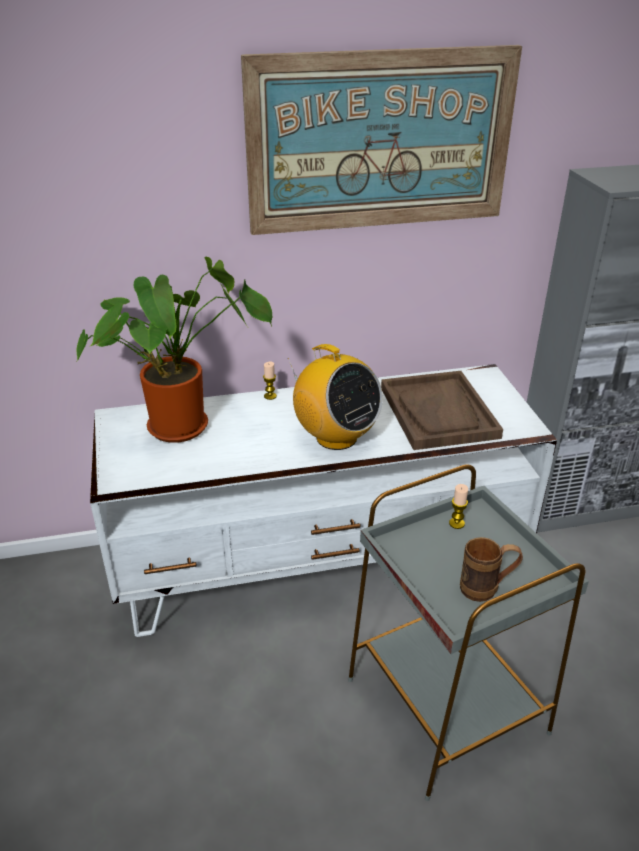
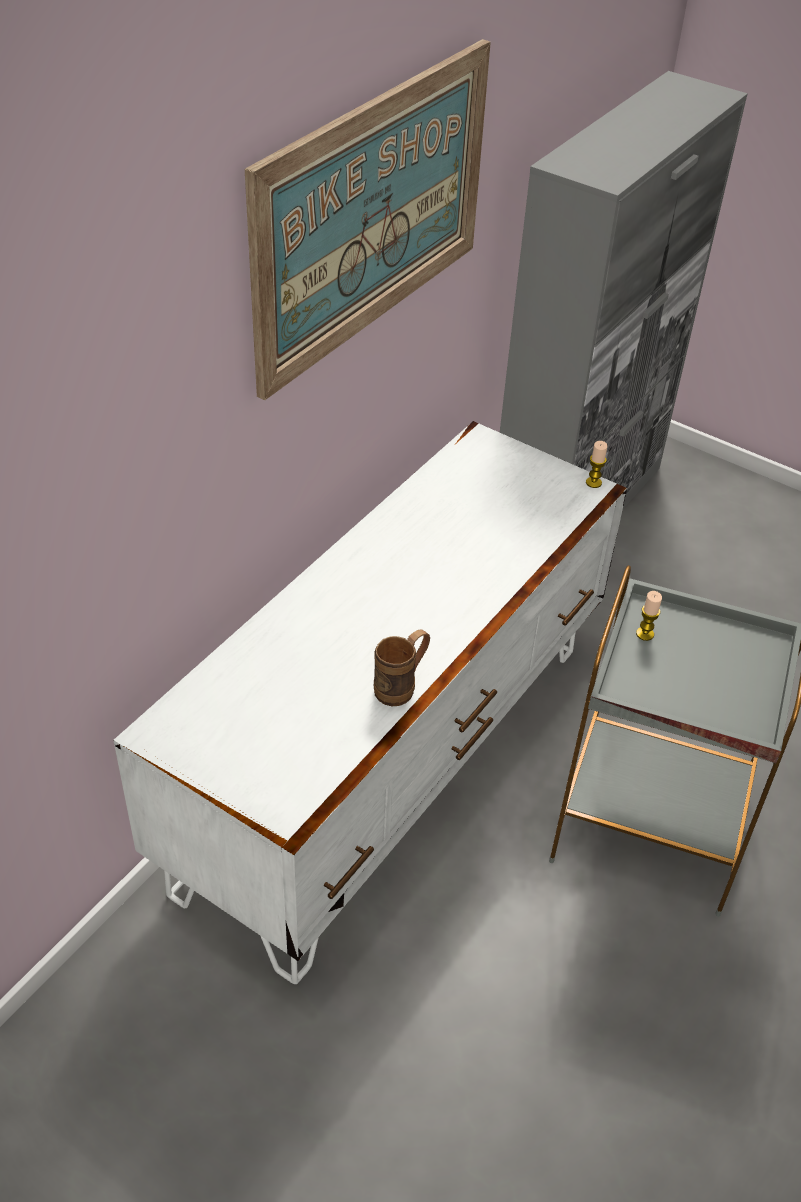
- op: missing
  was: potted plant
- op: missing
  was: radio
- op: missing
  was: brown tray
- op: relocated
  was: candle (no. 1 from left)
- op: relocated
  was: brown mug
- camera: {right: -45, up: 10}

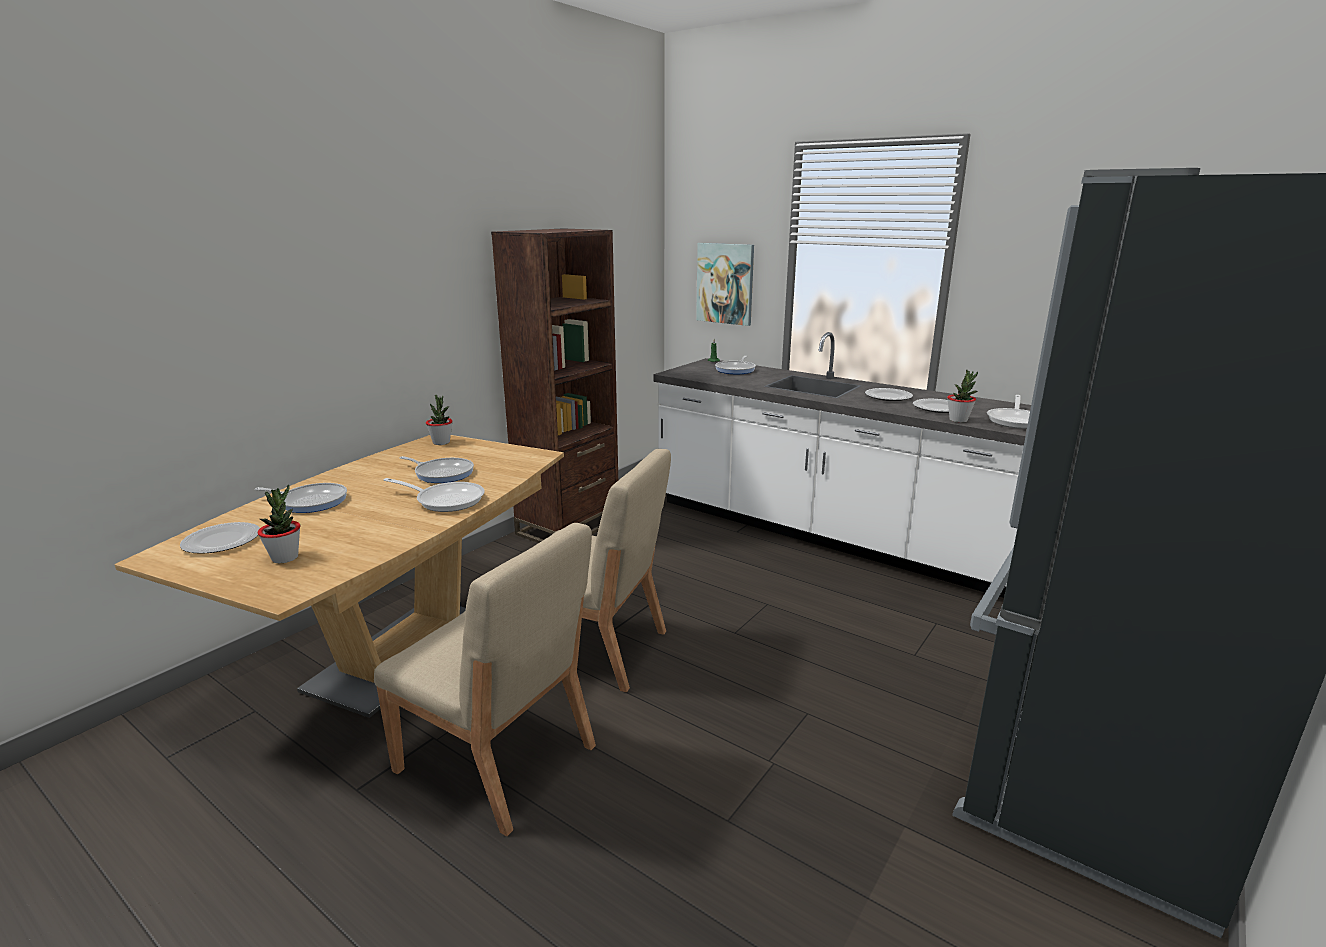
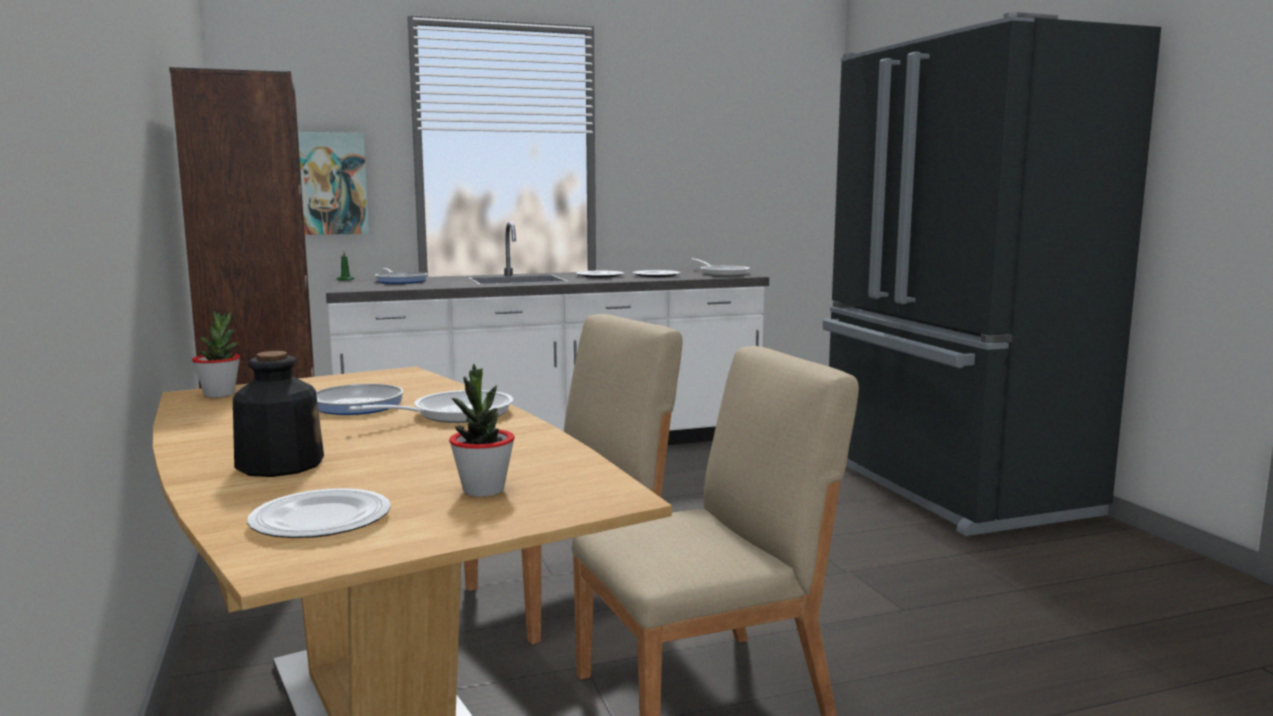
- op: missing
  was: potted plant (no. 3 from left)
- op: exchanged
  was: frying pan (no. 1 from left)
  now: bottle
- camera: {right: -55, up: -10}

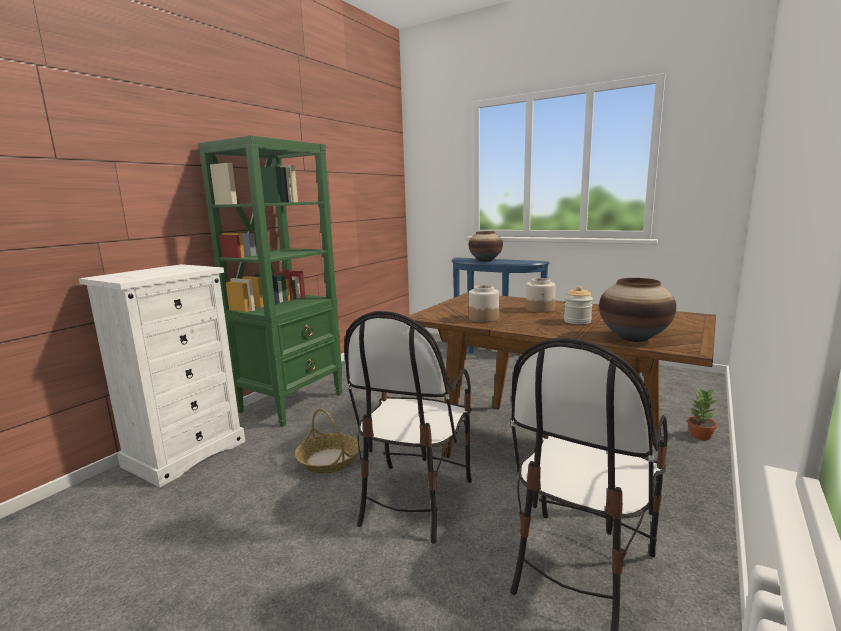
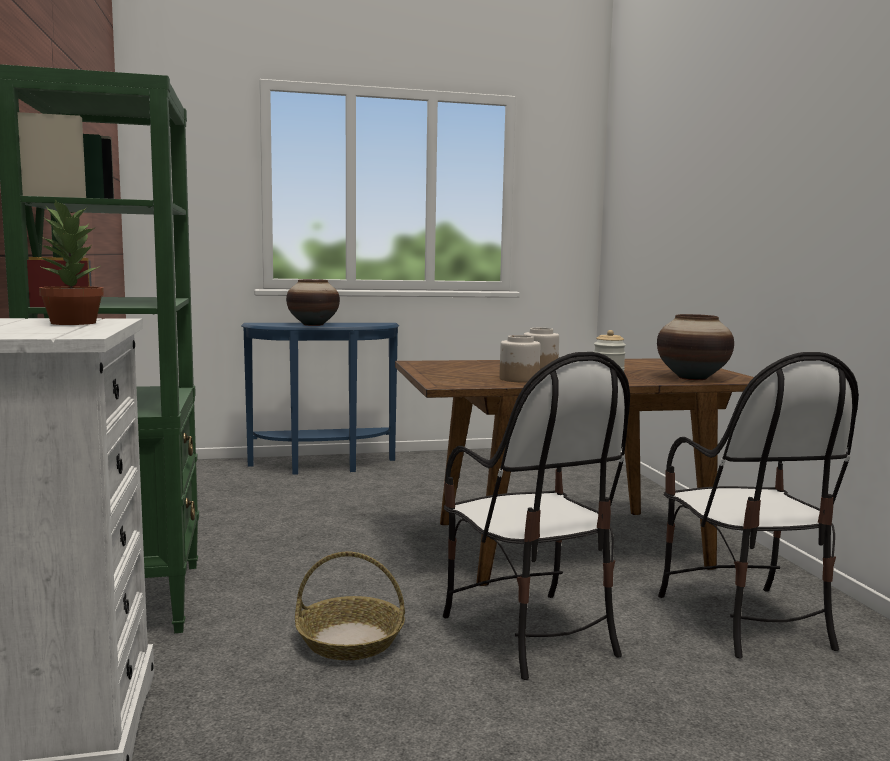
- op: relocated
  was: potted plant
- camera: {right: -45, up: -5}

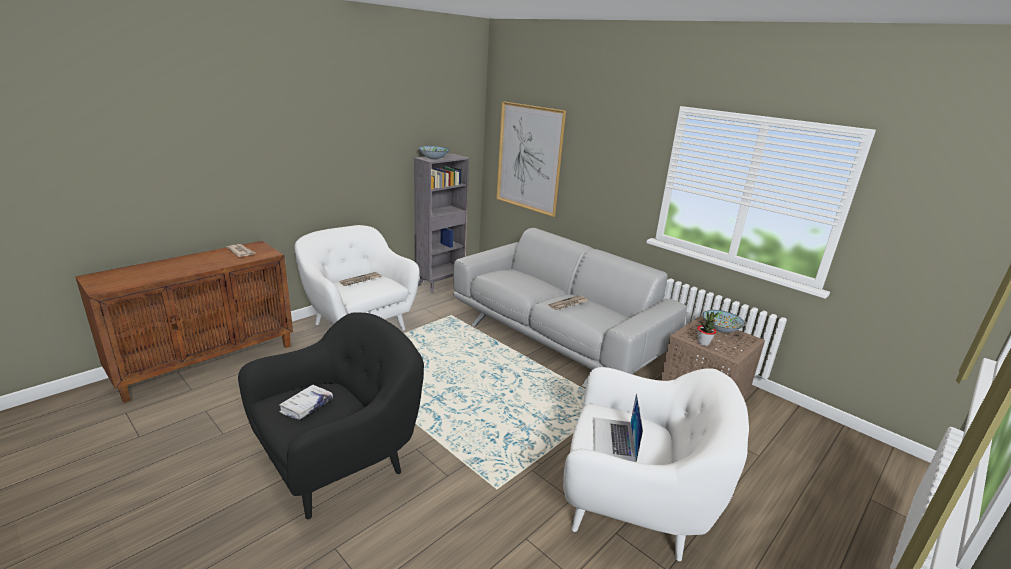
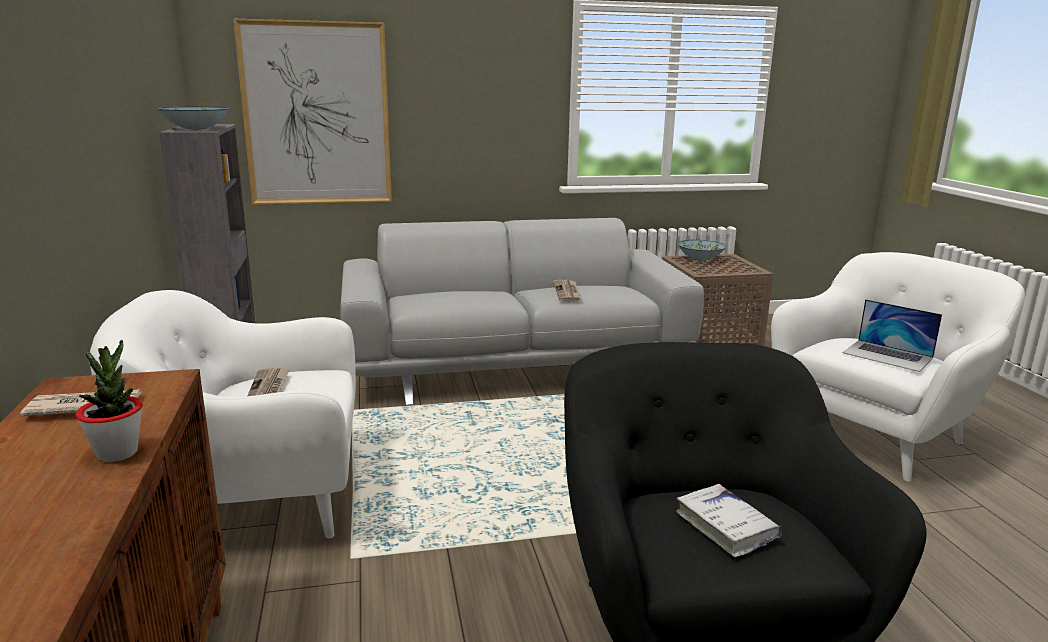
- op: relocated
  was: potted plant
- camera: {right: -55, up: -5}

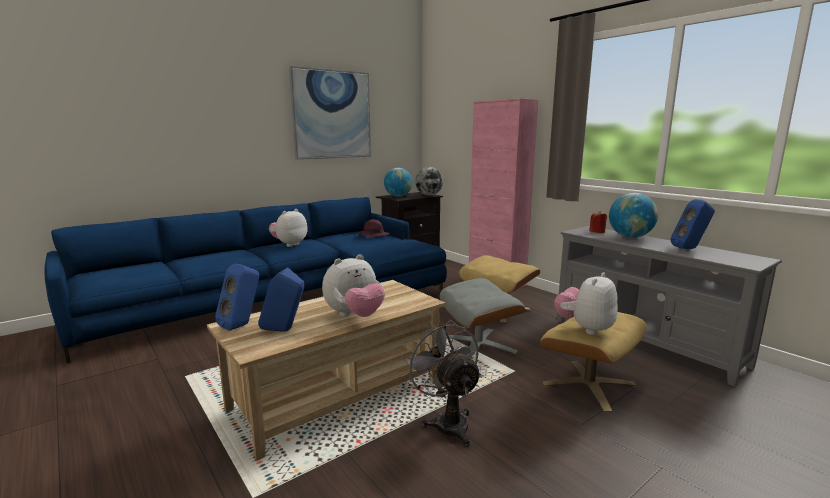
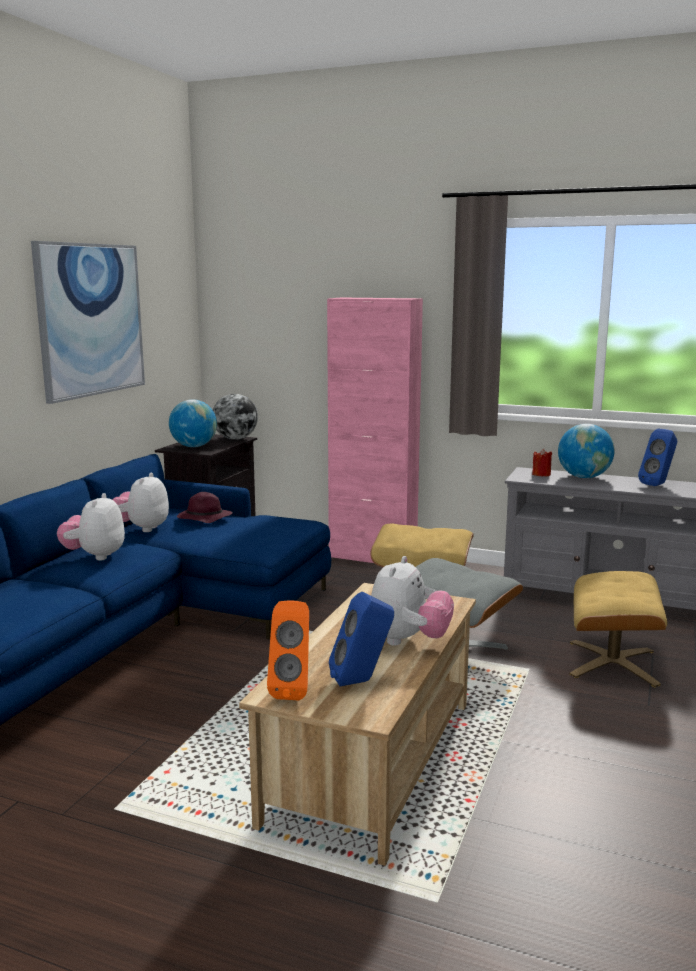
- op: missing
  was: grey fan
- op: relocated
  was: plush toy (no. 3 from left in the first image)
  now: plush toy (no. 2 from left)
- op: colour
  was: blue speaker (no. 1 from left)
  now: orange speaker
- camera: {right: -30, up: 0}

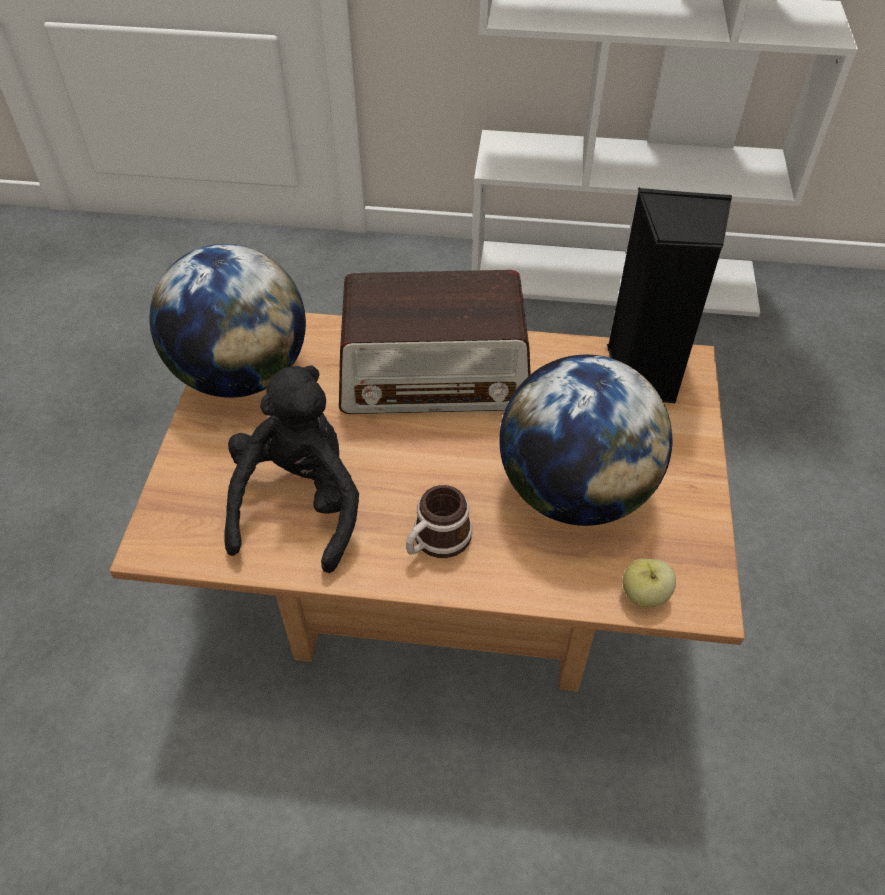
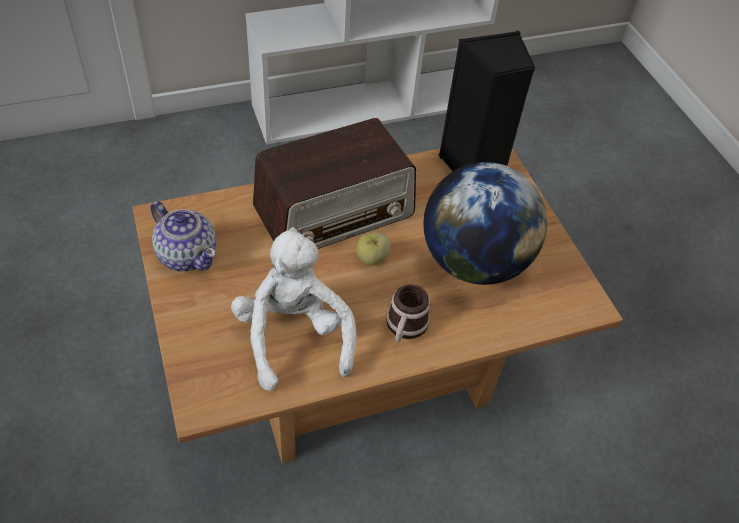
- op: relocated
  was: apple
- op: exchanged
  was: globe (no. 1 from left)
  now: teapot
- op: colour
  was: black plush toy
  now: white plush toy
- camera: {right: -30, up: 0}

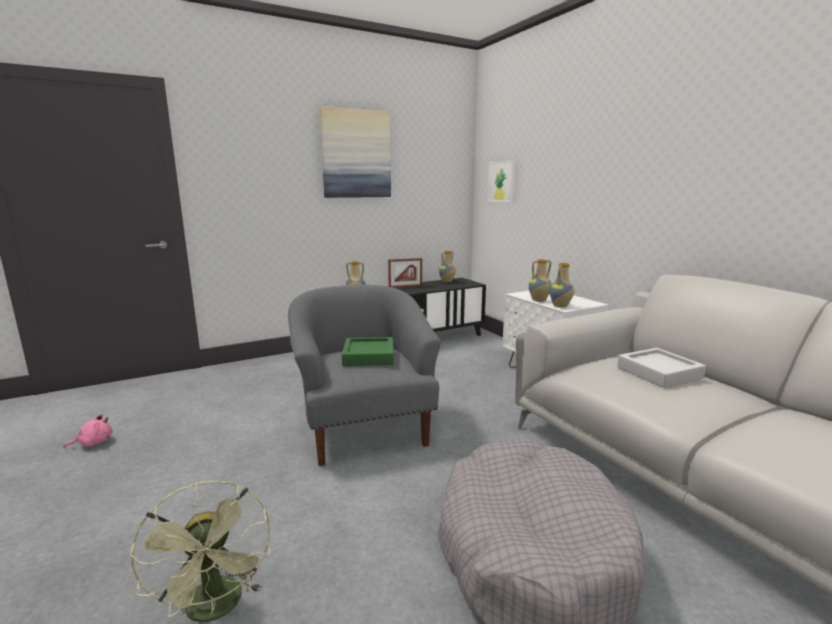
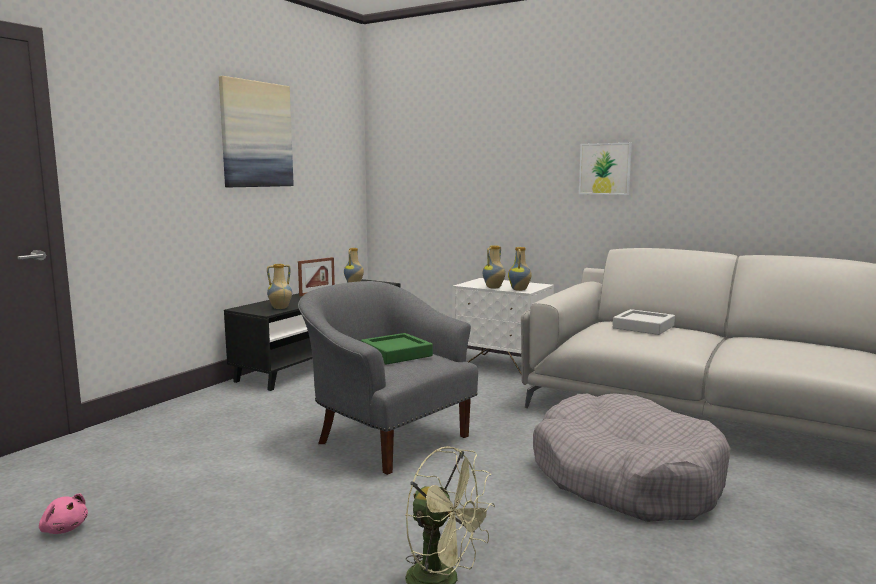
- op: relocated
  was: picture (no. 2 from left)
- op: spun
  was: pink plush toy
  clockwise: 90
- camera: {right: -30, up: -5}

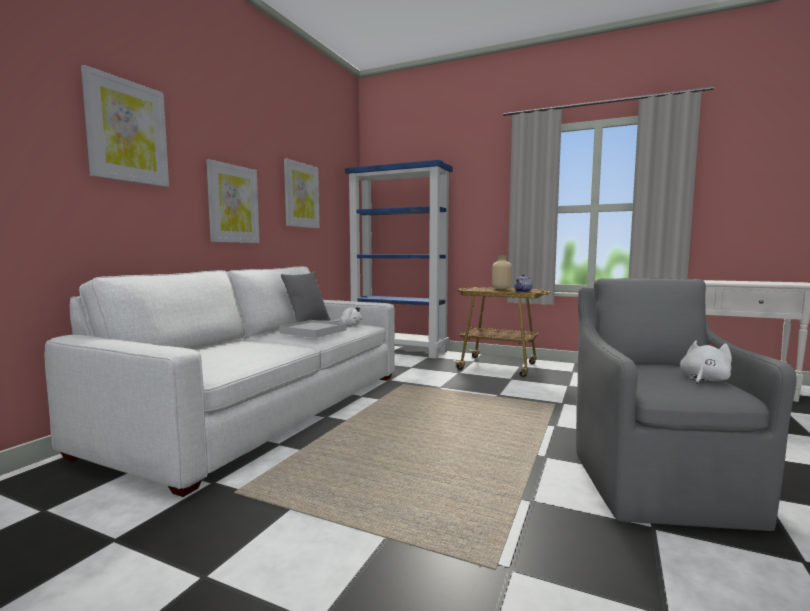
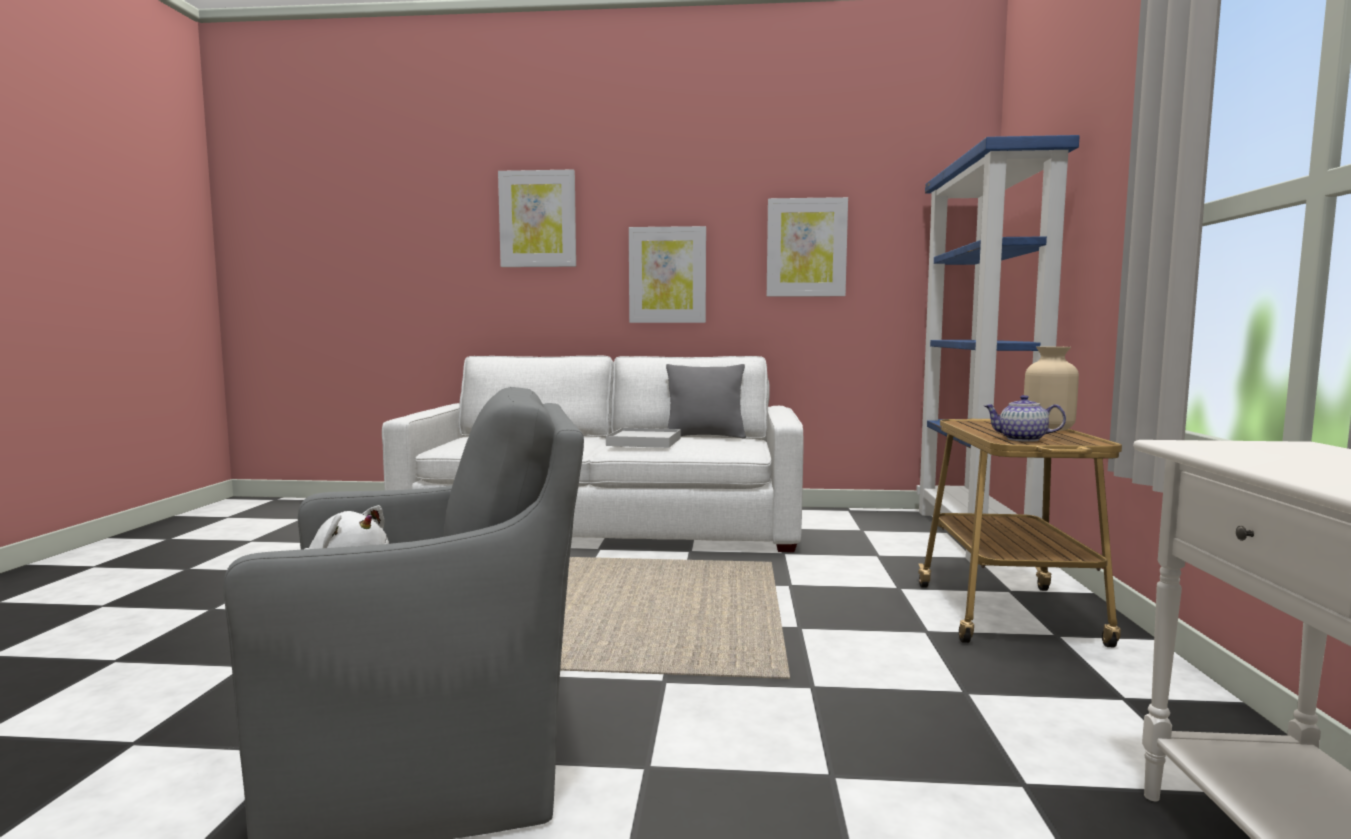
- op: missing
  was: white plush toy (no. 1 from left)
- camera: {right: 70, up: 0}

